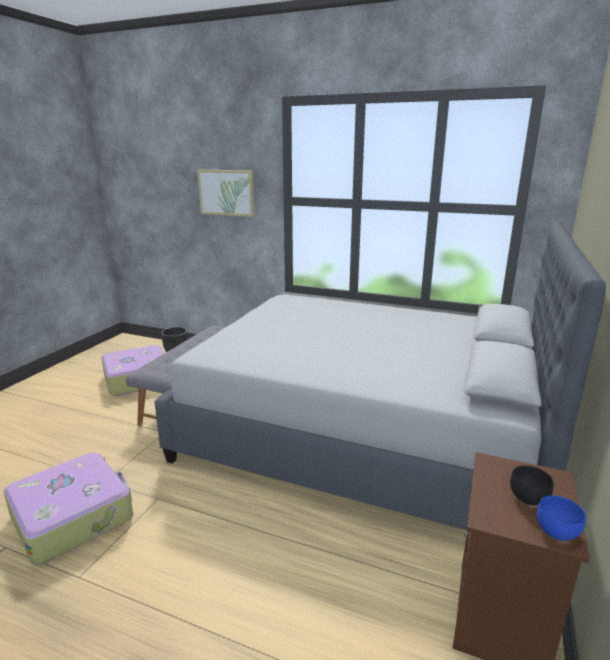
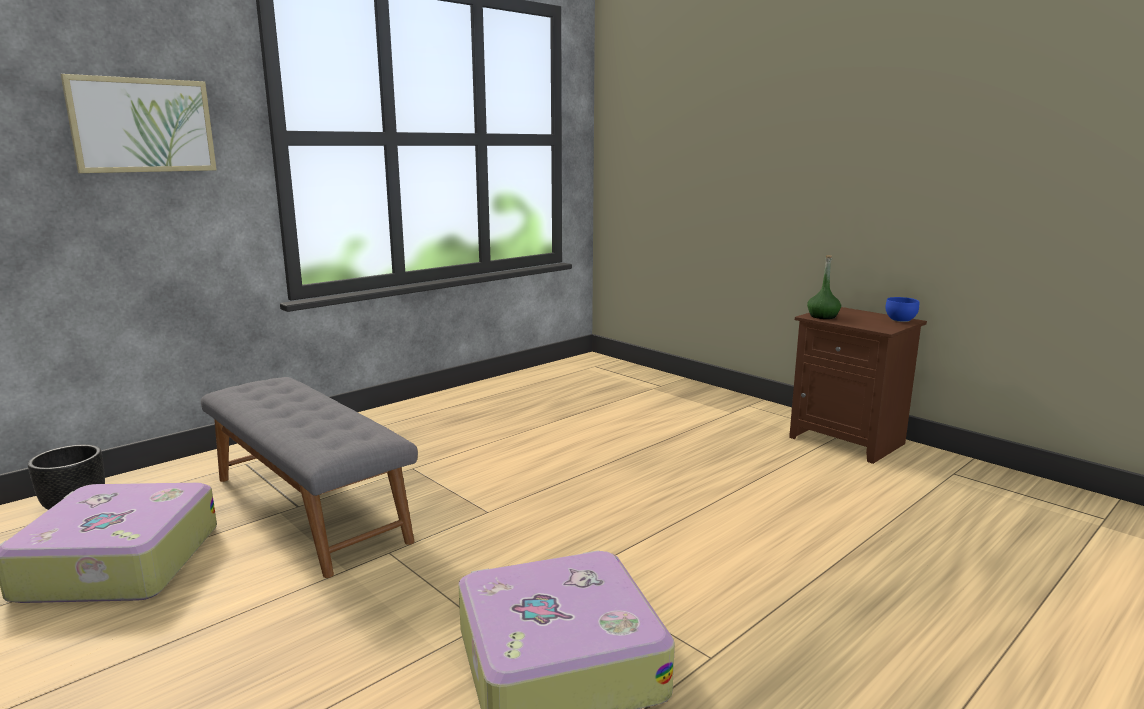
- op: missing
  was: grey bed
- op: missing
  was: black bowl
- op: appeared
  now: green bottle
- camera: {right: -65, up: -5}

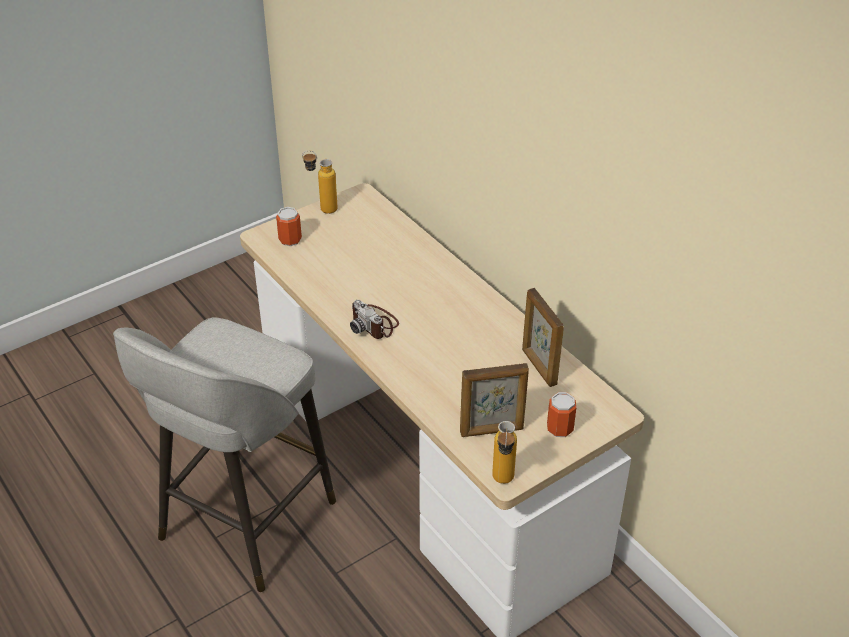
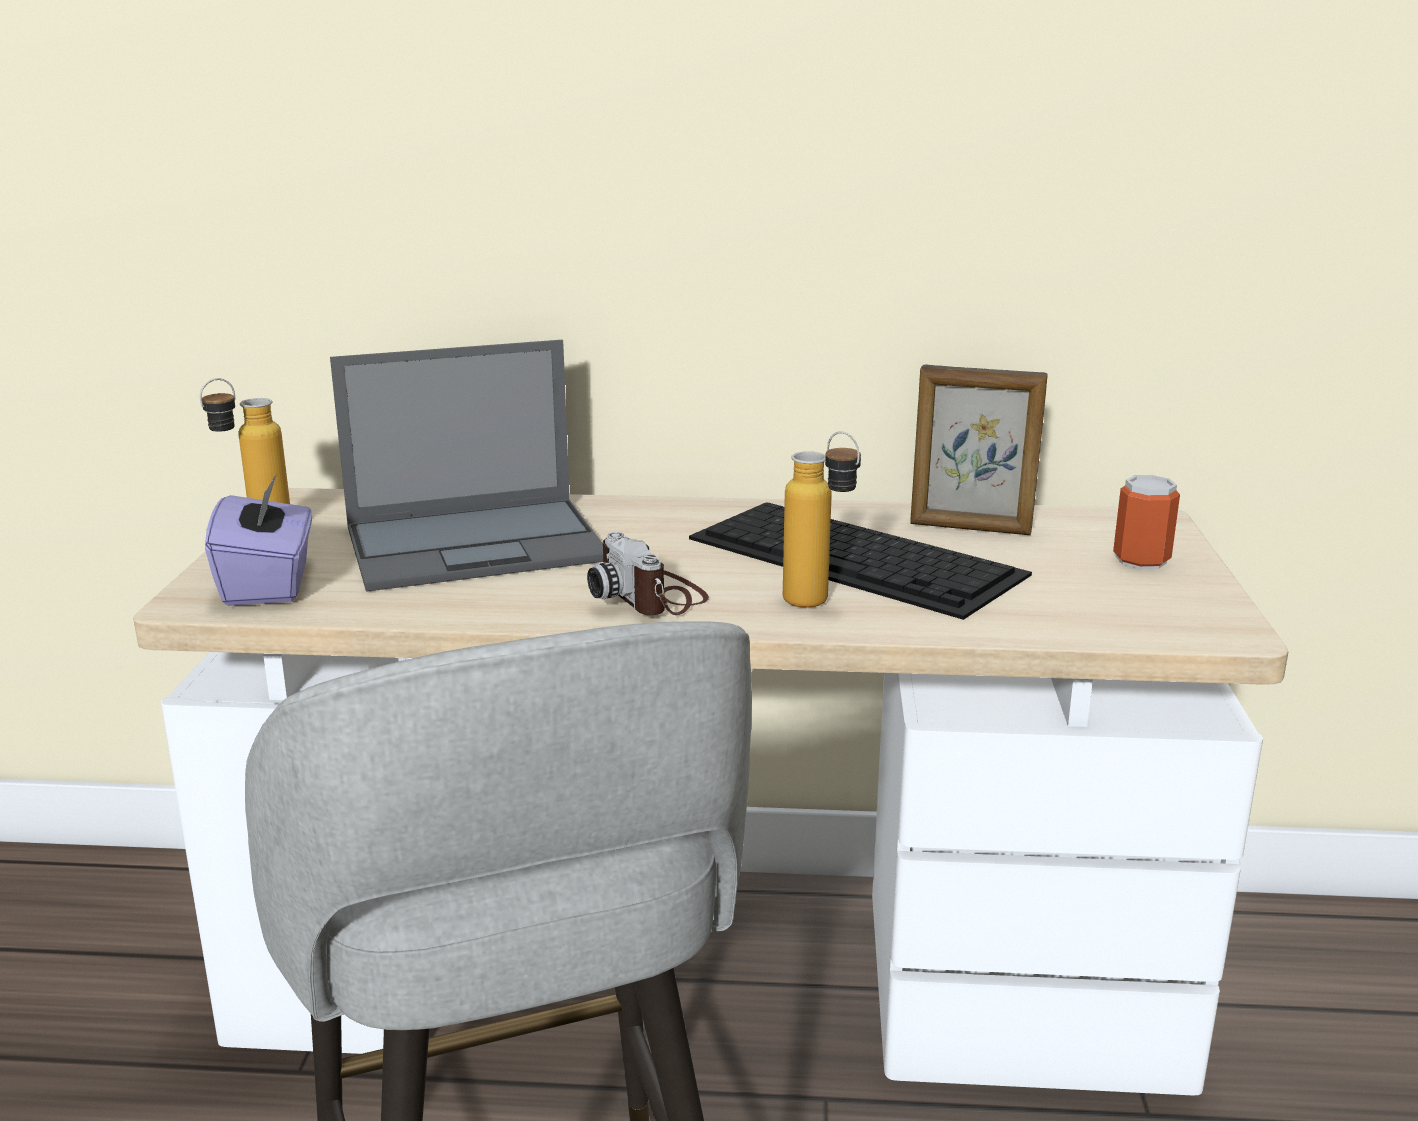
- op: missing
  was: picture frame (no. 1 from left)
- op: appeared
  now: laptop
- op: appeared
  now: keyboard
- op: relocated
  was: bottle (no. 2 from left)
- op: exchanged
  was: can (no. 1 from left)
  now: purple tissue box
- op: spun
  was: photo camera
  clockwise: 60
- camera: {right: -50, up: -20}

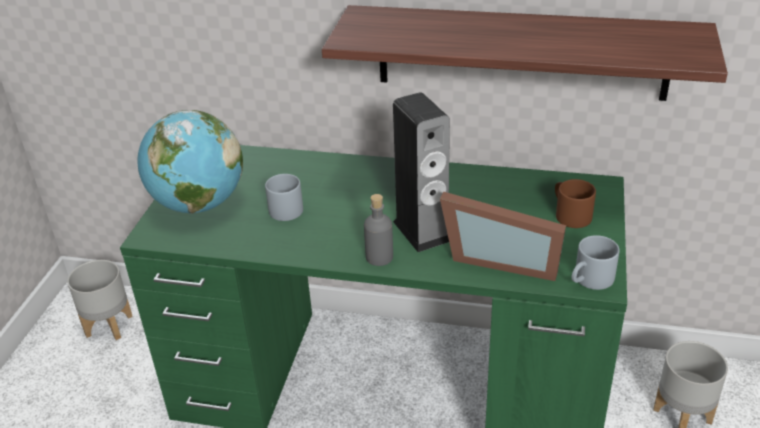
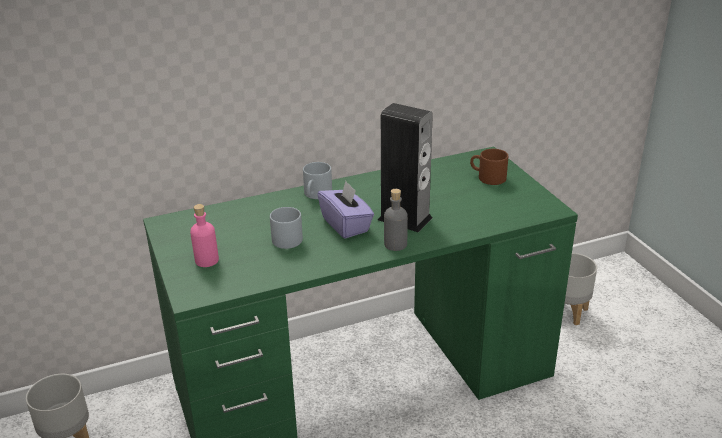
- op: missing
  was: shelf
- op: missing
  was: picture frame
- op: appeared
  now: purple tissue box
- op: relocated
  was: grey mug (no. 2 from left)
- op: exchanged
  was: globe
  now: pink bottle
- camera: {right: -35, up: -5}

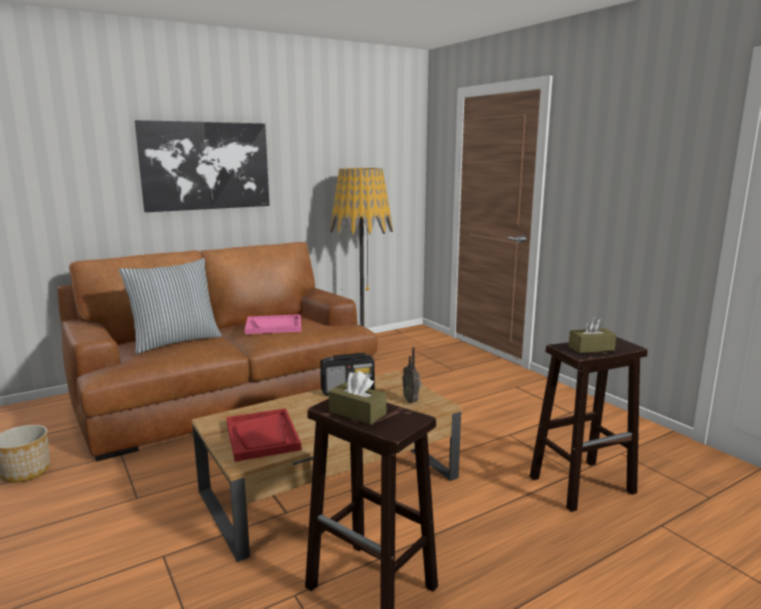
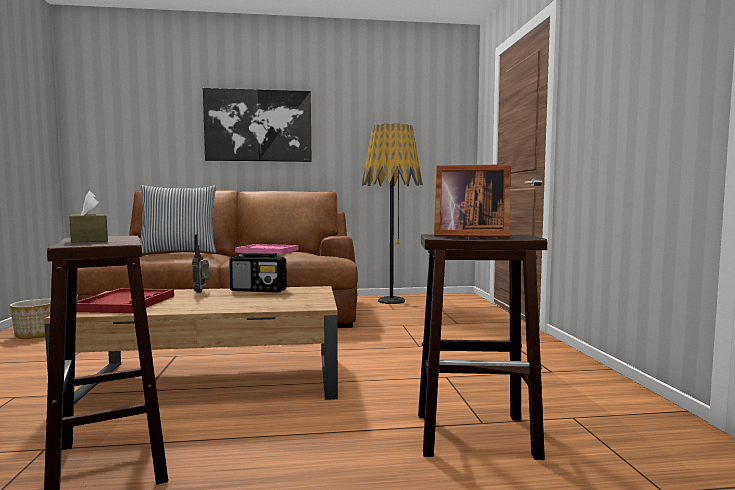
- op: relocated
  was: radio (no. 2 from left in the first image)
  now: radio (no. 1 from left)
- op: exchanged
  was: brown tissue box (no. 2 from left)
  now: picture frame
- camera: {right: 25, up: -10}

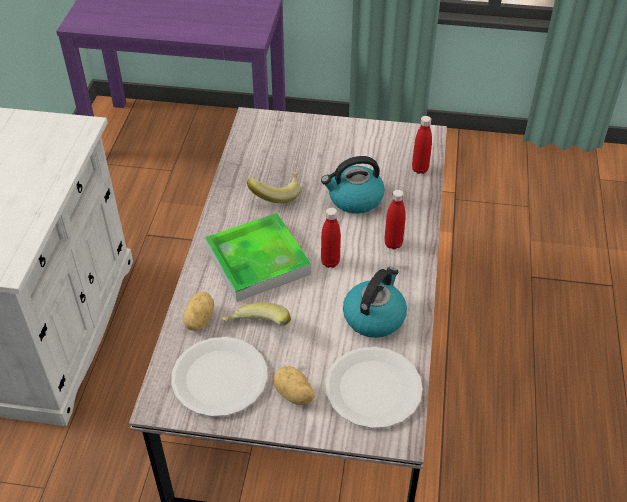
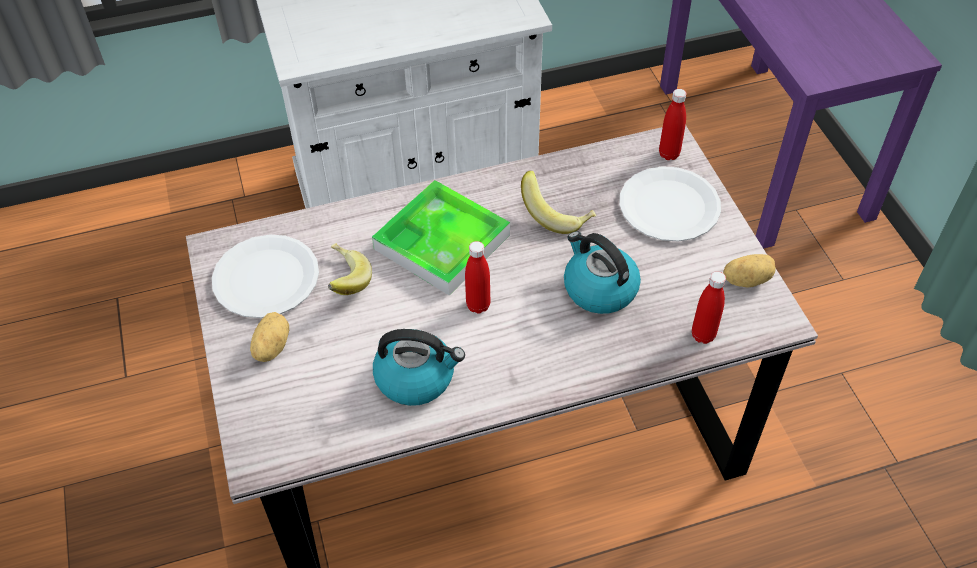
- op: relocated
  was: potato (no. 1 from left in the first image)
  now: potato (no. 2 from left)
- op: relocated
  was: white plate (no. 2 from left)
- op: relocated
  was: red bottle (no. 2 from left)
- camera: {right: 65, up: 5}

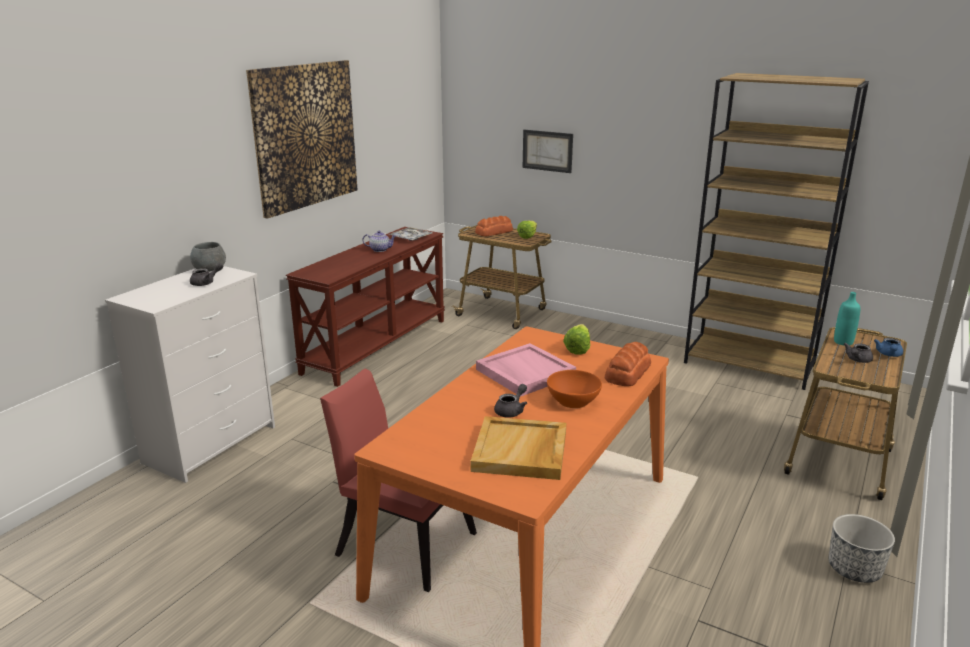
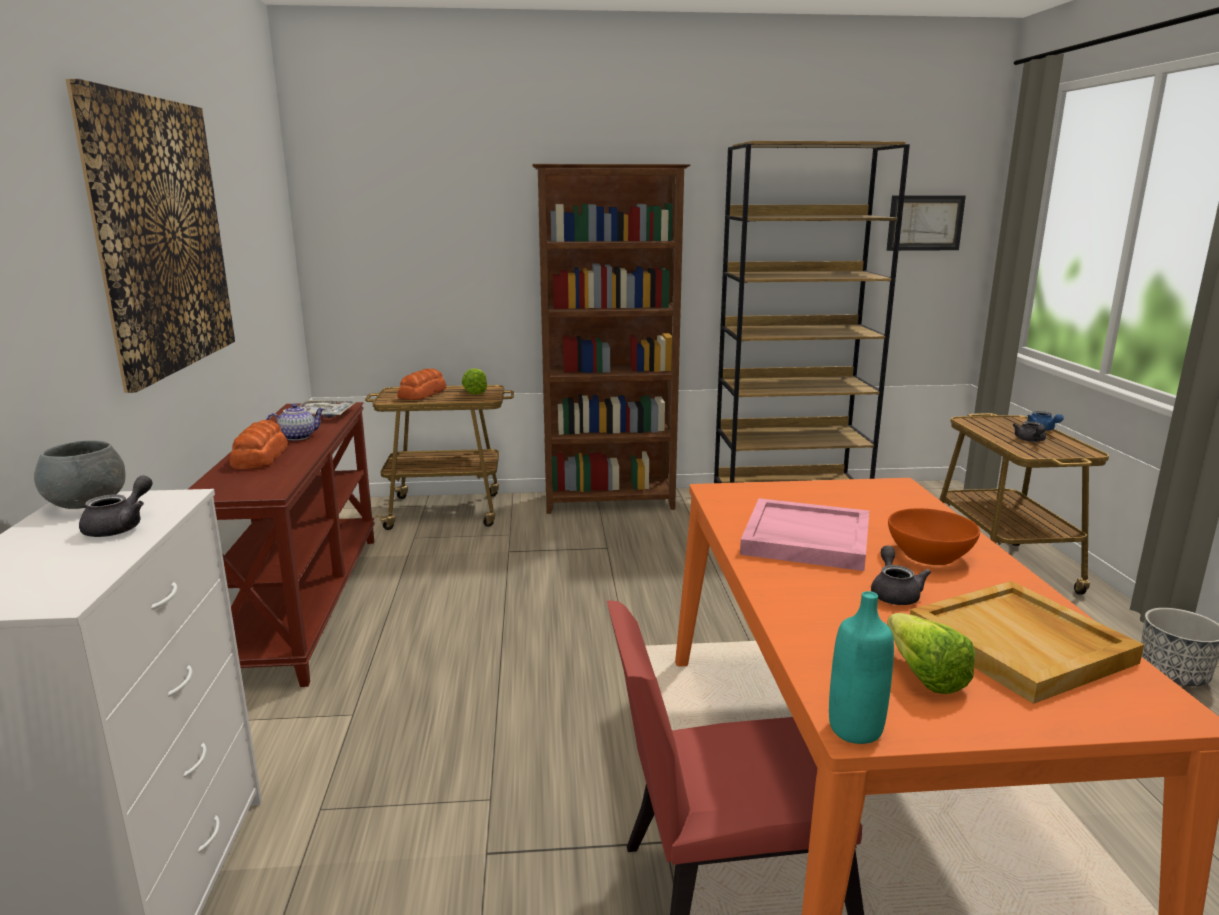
- op: appeared
  now: brown bookcase (no. 1 from left)
- op: relocated
  was: picture (no. 2 from left)
- op: relocated
  was: lettuce (no. 2 from left)
- op: relocated
  was: bread (no. 2 from left in the first image)
  now: bread (no. 1 from left)
- op: relocated
  was: turquoise bottle
- camera: {right: -35, up: -5}

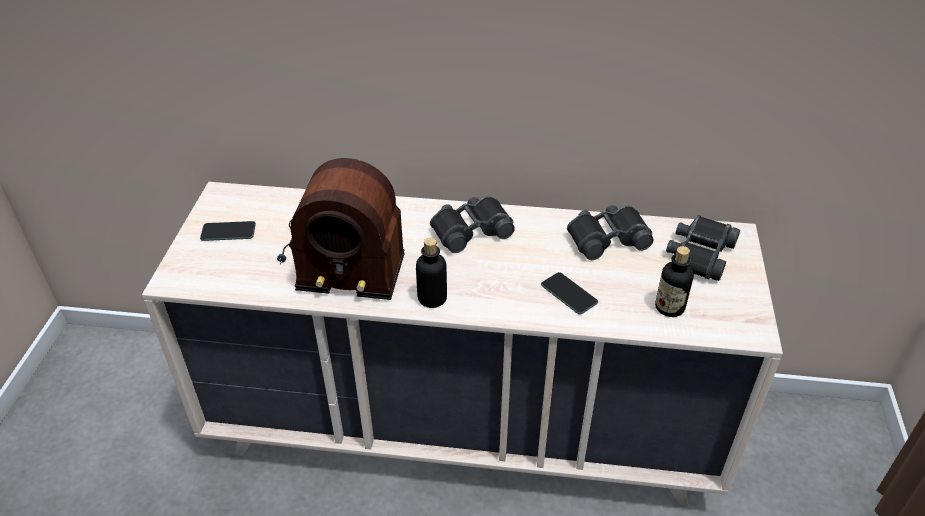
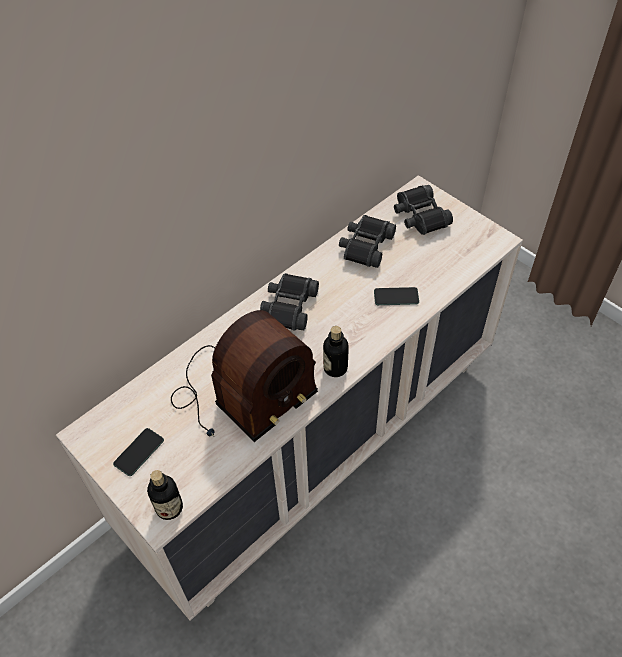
- op: relocated
  was: bottle (no. 2 from left in the first image)
  now: bottle (no. 1 from left)
- camera: {right: -50, up: 10}

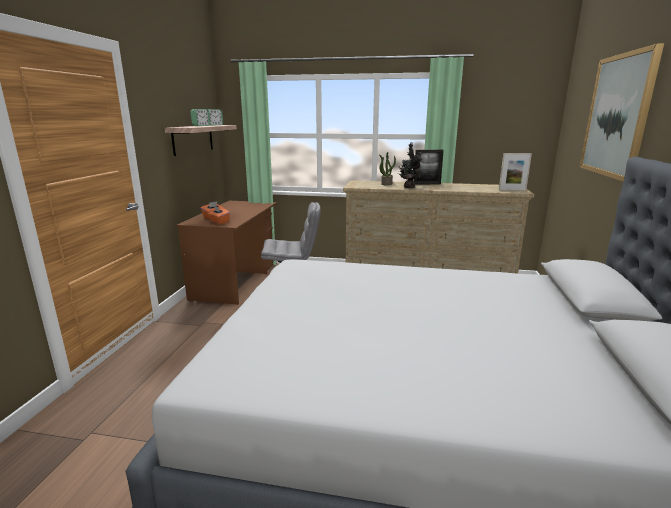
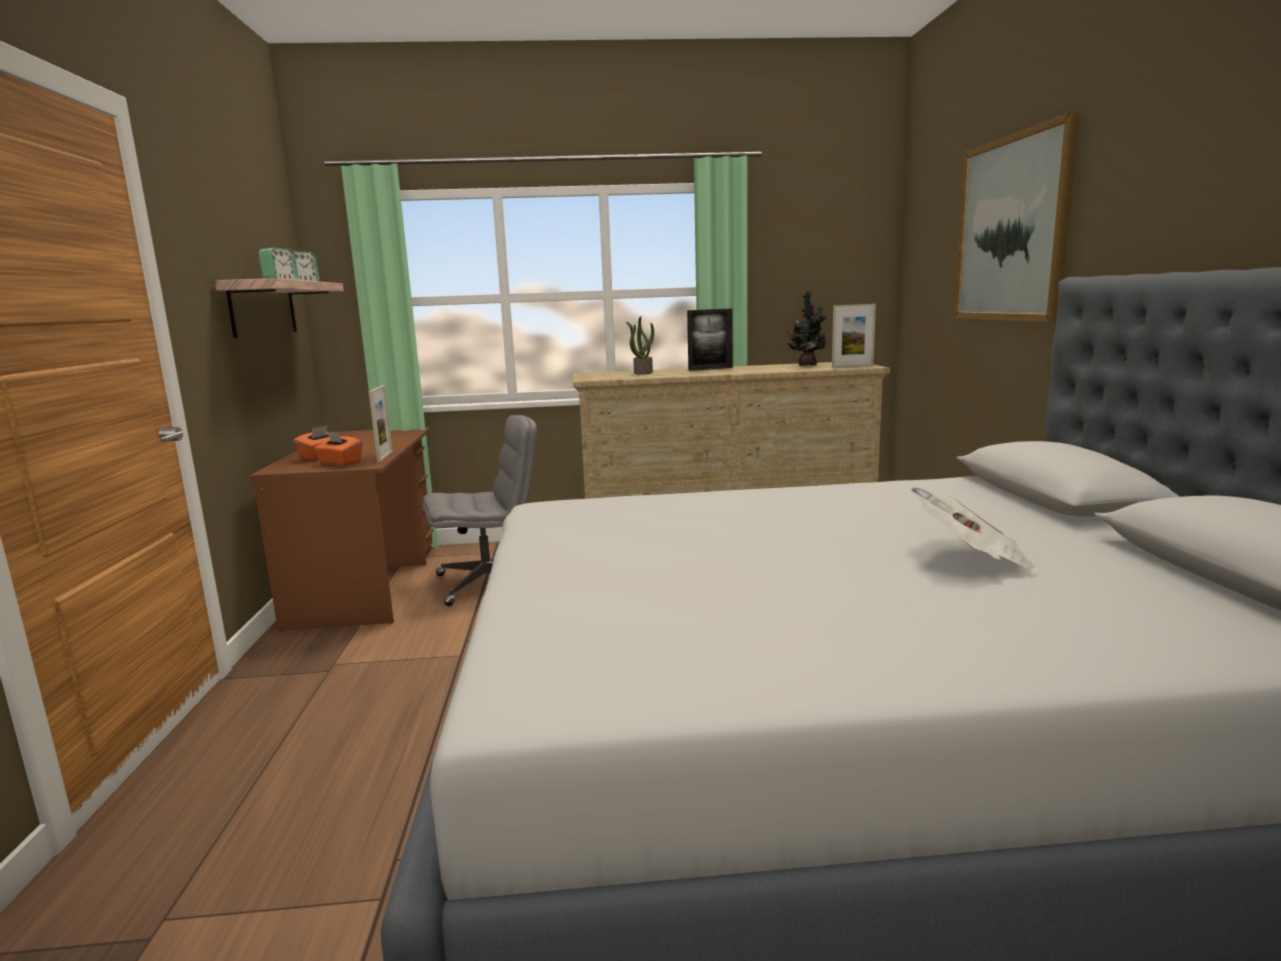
- op: appeared
  now: picture frame (no. 1 from left)
- op: appeared
  now: newspaper
- op: relocated
  was: potted plant (no. 2 from left)
- camera: {right: -15, up: -5}

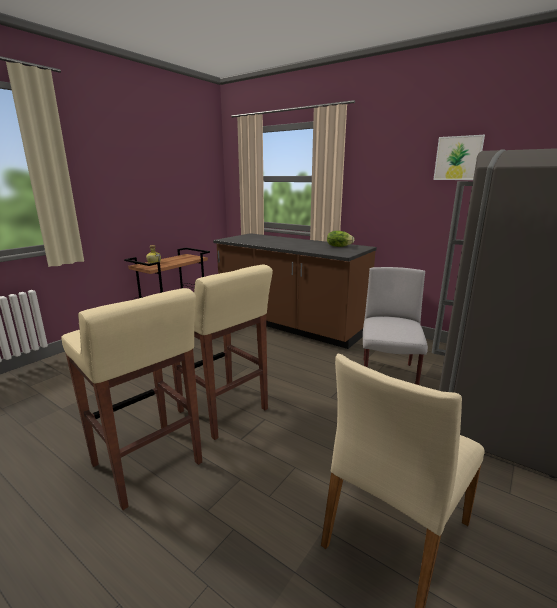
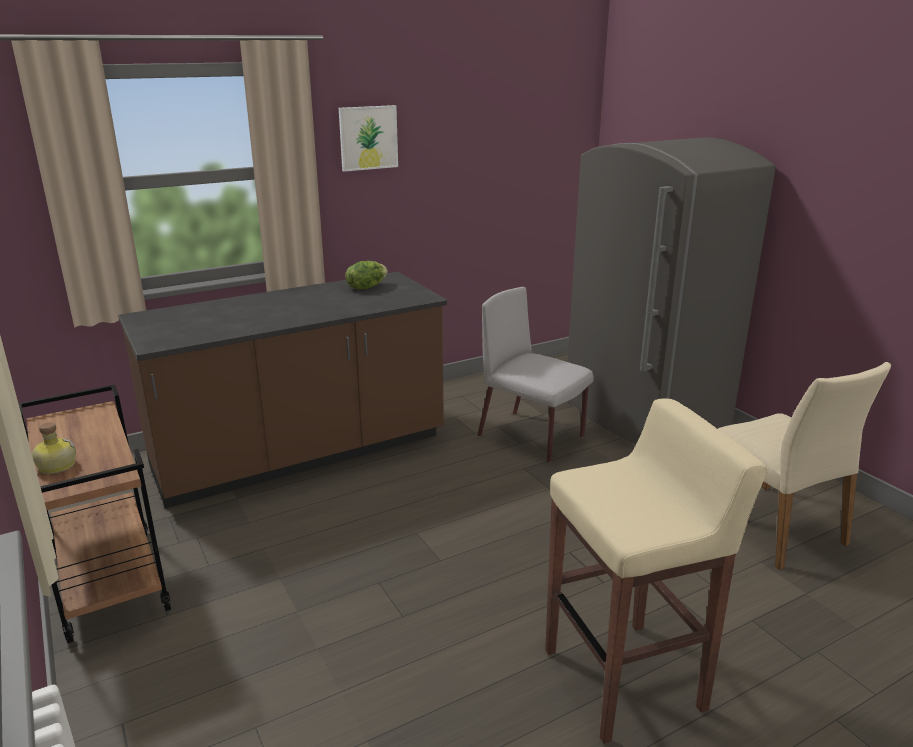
- op: missing
  was: beige stool (no. 2 from left)
- op: relocated
  was: picture
- camera: {right: -65, up: 5}

